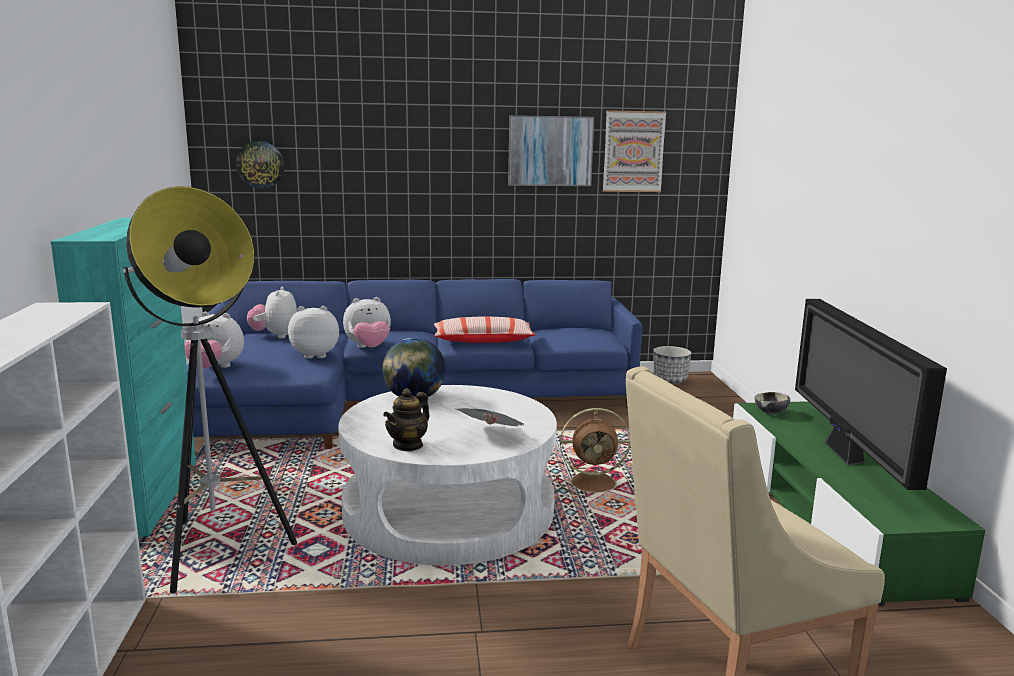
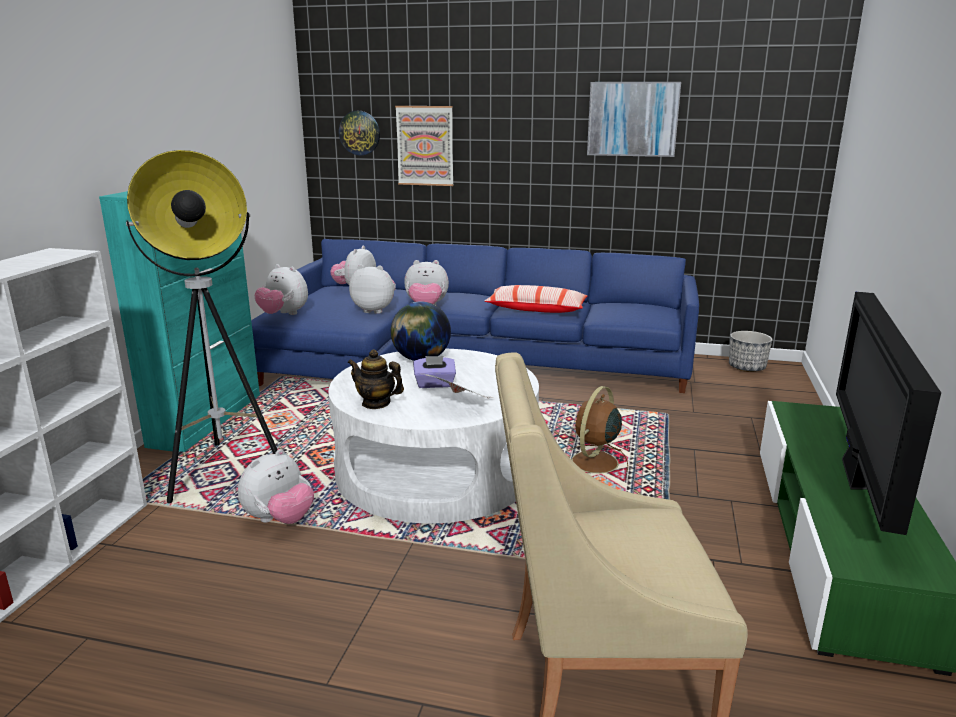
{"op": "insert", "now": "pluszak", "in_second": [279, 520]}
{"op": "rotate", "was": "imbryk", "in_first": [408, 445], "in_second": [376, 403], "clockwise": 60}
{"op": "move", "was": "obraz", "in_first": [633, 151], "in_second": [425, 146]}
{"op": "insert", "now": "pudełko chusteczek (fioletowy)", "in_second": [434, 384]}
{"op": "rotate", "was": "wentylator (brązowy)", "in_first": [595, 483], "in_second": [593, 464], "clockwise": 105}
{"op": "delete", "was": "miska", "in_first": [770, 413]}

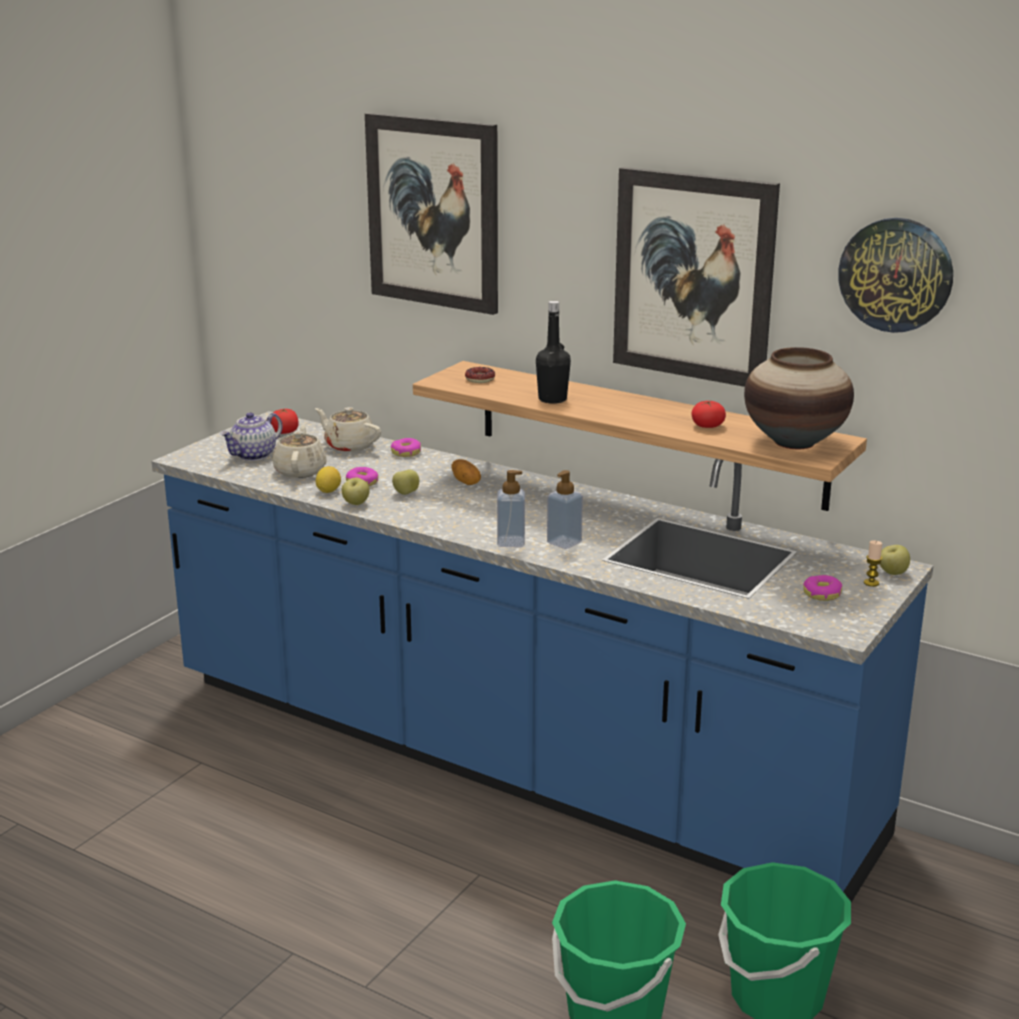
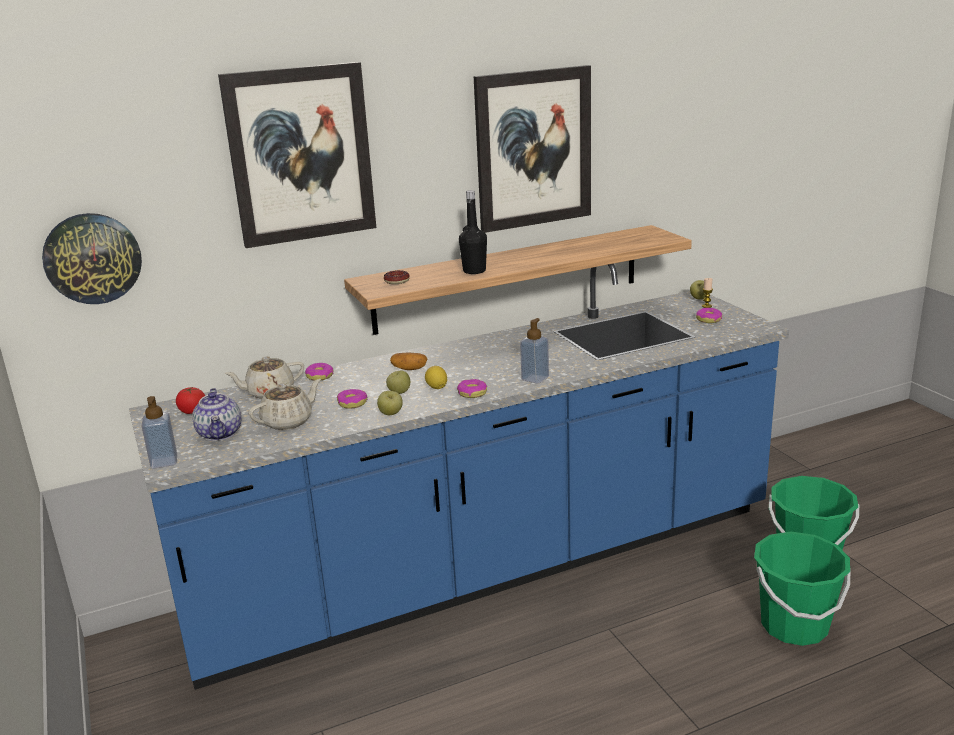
{"op": "move", "was": "zegar ścienny", "in_first": [896, 274], "in_second": [92, 258]}
{"op": "move", "was": "dozownik mydła", "in_first": [564, 542], "in_second": [164, 462]}
{"op": "rotate", "was": "imbryk (beżowy)", "in_first": [300, 471], "in_second": [288, 421], "clockwise": 105}
{"op": "move", "was": "cytryna", "in_first": [328, 491], "in_second": [436, 387]}
{"op": "insert", "now": "donut", "in_second": [472, 393]}
{"op": "delete", "was": "pomidor", "in_first": [707, 426]}
{"op": "delete", "was": "wazon", "in_first": [793, 442]}

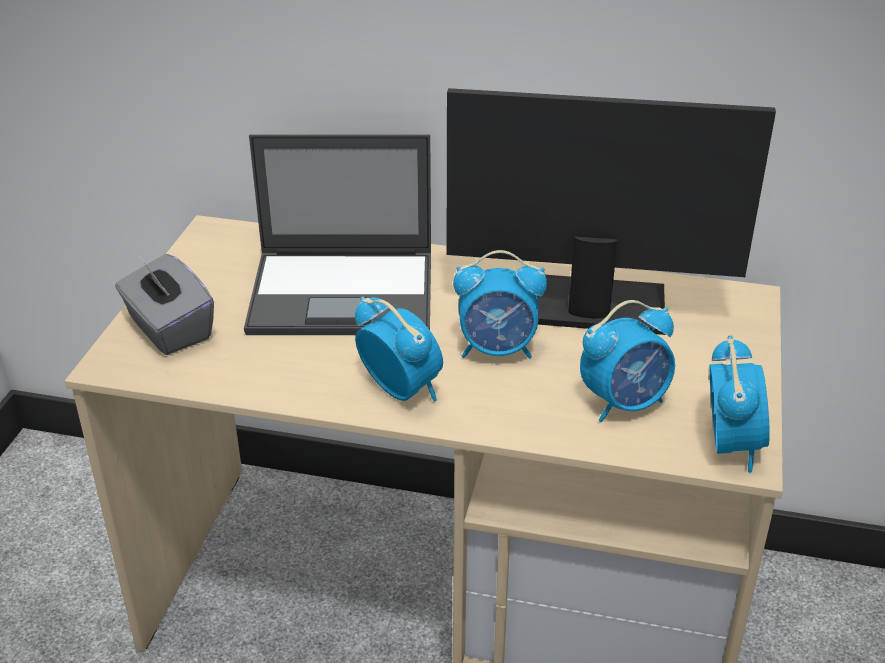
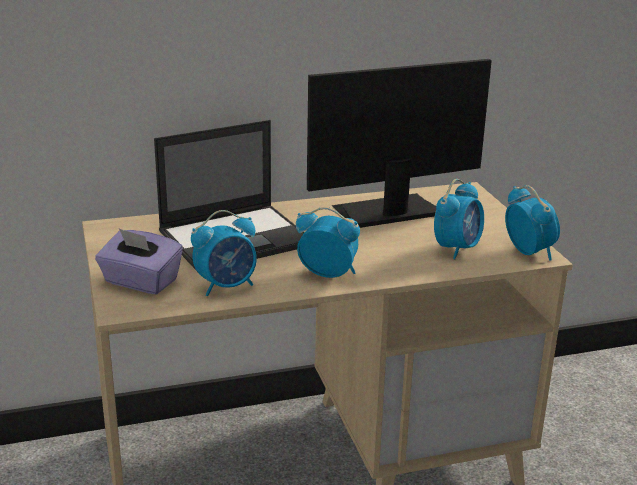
{"op": "recolor", "was": "pudełko chusteczek (szary)", "now": "pudełko chusteczek (fioletowy)", "in_first": [169, 329], "in_second": [140, 282]}
{"op": "move", "was": "budzik", "in_first": [498, 349], "in_second": [227, 286]}

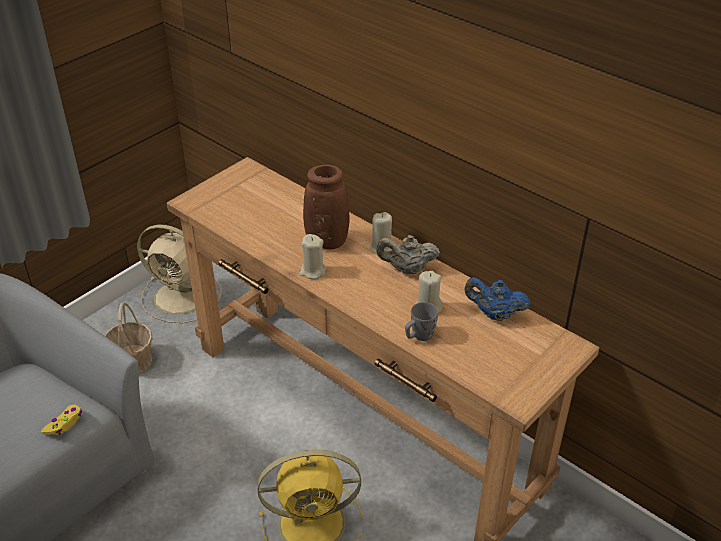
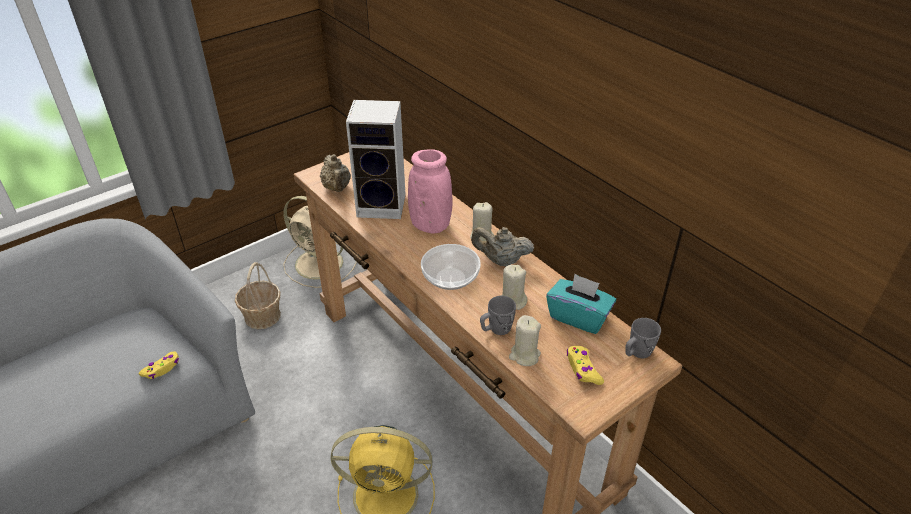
{"op": "insert", "now": "imbryk (beżowy)", "in_second": [337, 188]}
{"op": "insert", "now": "głośnik", "in_second": [383, 205]}
{"op": "recolor", "was": "wazon (brązowy)", "now": "wazon (różowy)", "in_first": [327, 241], "in_second": [430, 225]}
{"op": "insert", "now": "miska", "in_second": [451, 278]}
{"op": "move", "was": "świeca (beżowy)", "in_first": [313, 271], "in_second": [524, 355]}
{"op": "replace", "was": "imbryk (niebieski)", "now": "pudełko chusteczek (turkusowy)", "in_first": [494, 314], "in_second": [578, 317]}
{"op": "insert", "now": "pad do gier (żółty)", "in_second": [583, 369]}
{"op": "insert", "now": "kubek (szary)", "in_second": [637, 353]}

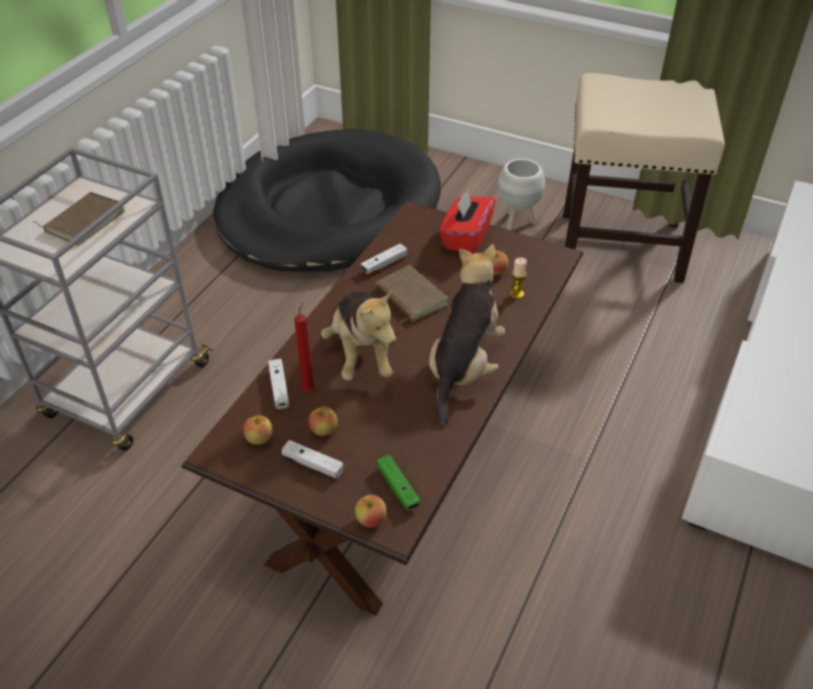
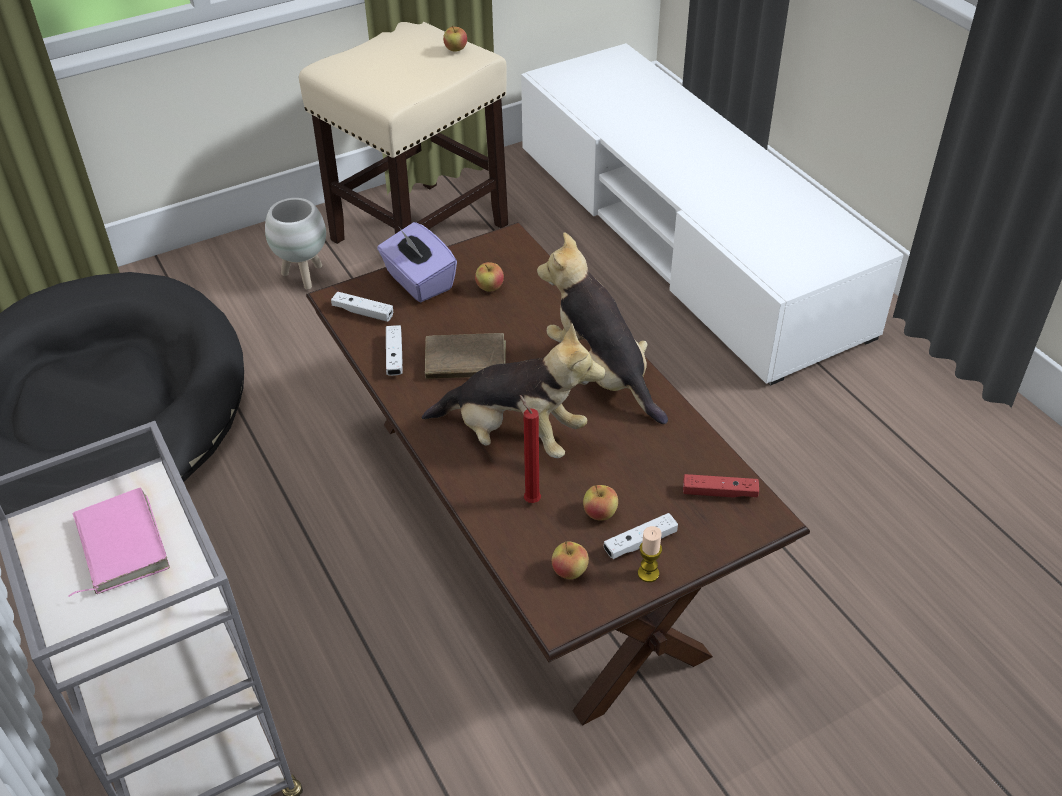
{"op": "recolor", "was": "książka (brązowy)", "now": "książka (różowy)", "in_first": [84, 221], "in_second": [118, 545]}
{"op": "move", "was": "pad do gier (biały)", "in_first": [279, 388], "in_second": [363, 312]}
{"op": "recolor", "was": "pudełko chusteczek (czerwony)", "now": "pudełko chusteczek (fioletowy)", "in_first": [466, 238], "in_second": [418, 281]}
{"op": "move", "was": "jabłko", "in_first": [371, 520], "in_second": [456, 49]}
{"op": "move", "was": "świeca", "in_first": [516, 294], "in_second": [648, 573]}
{"op": "recolor", "was": "pad do gier (zielony)", "now": "pad do gier (czerwony)", "in_first": [398, 488], "in_second": [719, 492]}

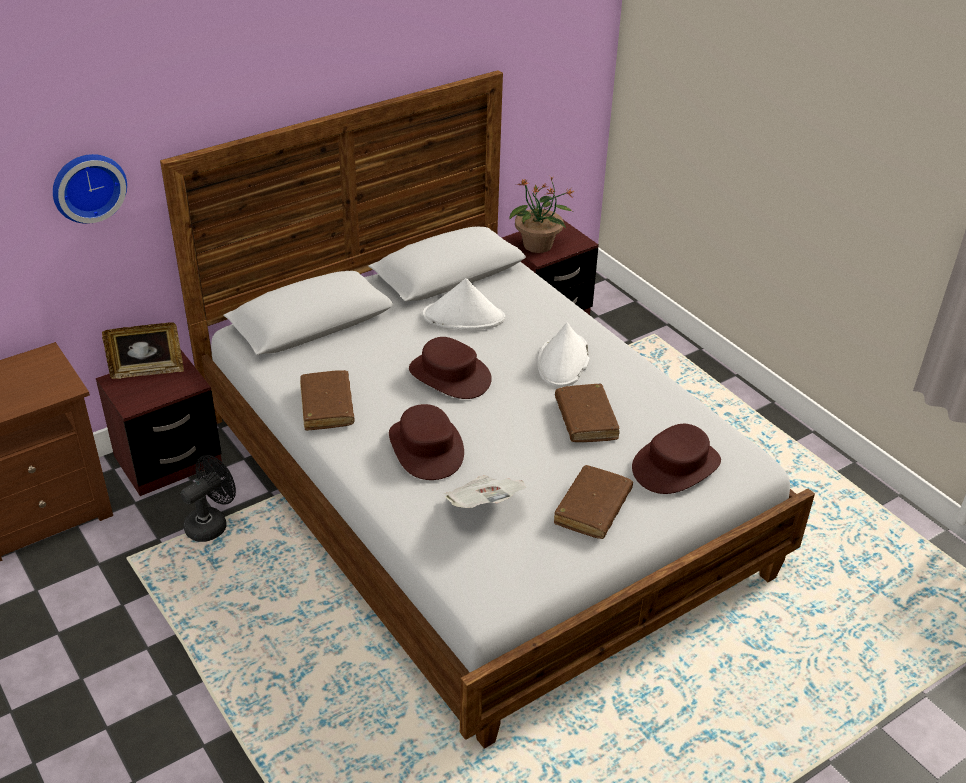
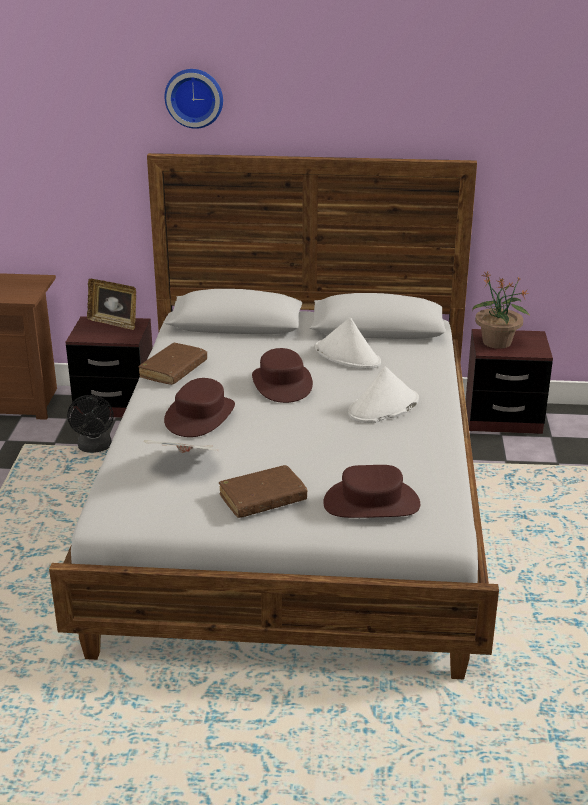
{"op": "rotate", "was": "wentylator (czarny)", "in_first": [211, 523], "in_second": [95, 448], "clockwise": 90}
{"op": "move", "was": "zegar ścienny", "in_first": [87, 186], "in_second": [194, 97]}
{"op": "delete", "was": "książka (brązowy)", "in_first": [586, 420]}

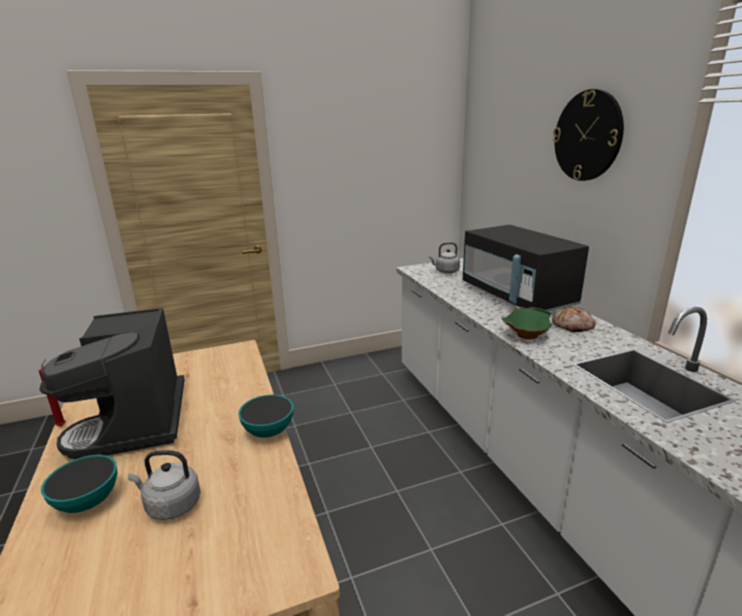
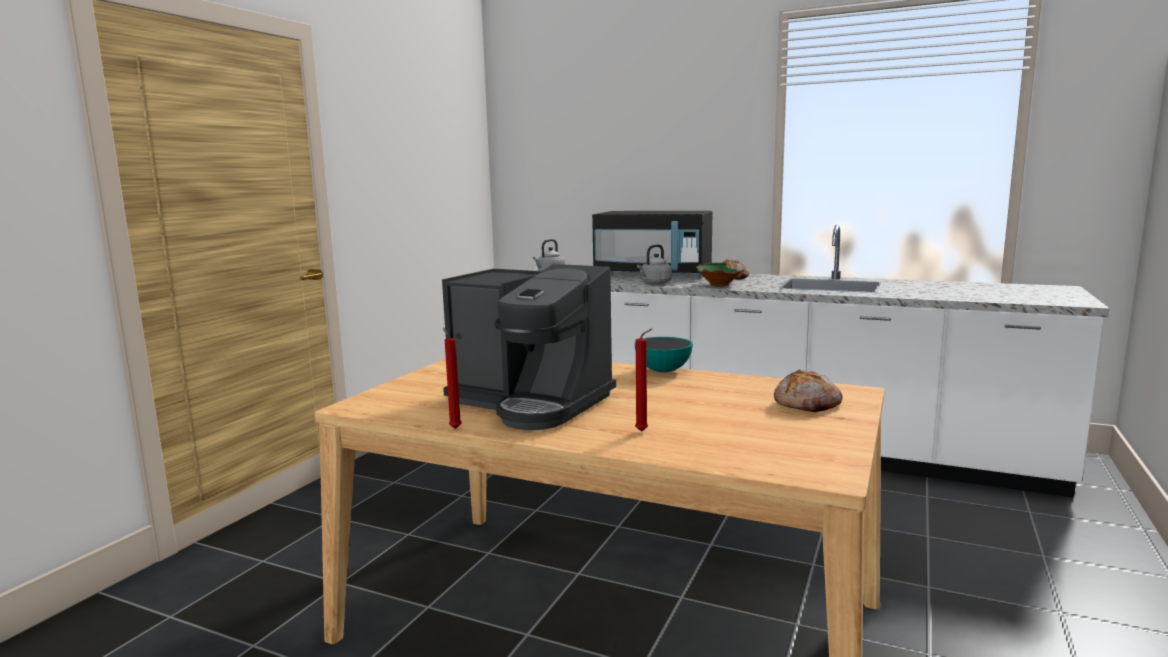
{"op": "replace", "was": "miska", "now": "świeca (czerwony)", "in_first": [88, 502], "in_second": [643, 431]}
{"op": "move", "was": "czajnik (szary)", "in_first": [171, 505], "in_second": [655, 283]}
{"op": "insert", "now": "chleb", "in_second": [808, 404]}
{"op": "delete", "was": "zegar ścienny", "in_first": [587, 136]}

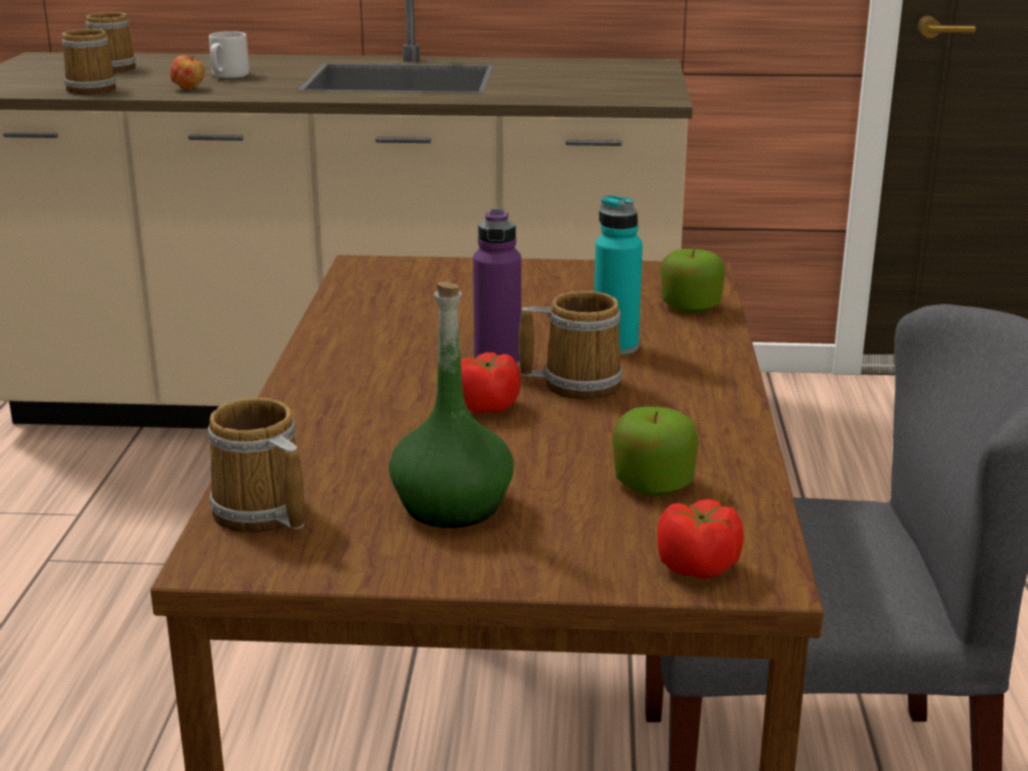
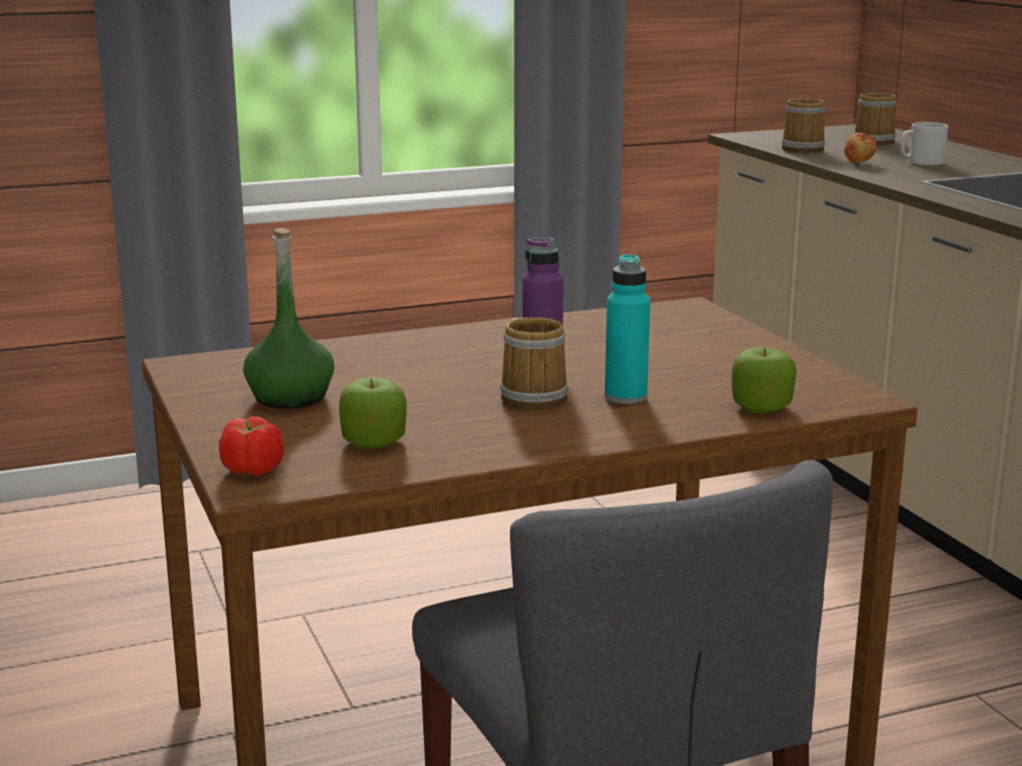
{"op": "delete", "was": "kubek", "in_first": [260, 514]}
{"op": "delete", "was": "pomidor", "in_first": [488, 407]}

